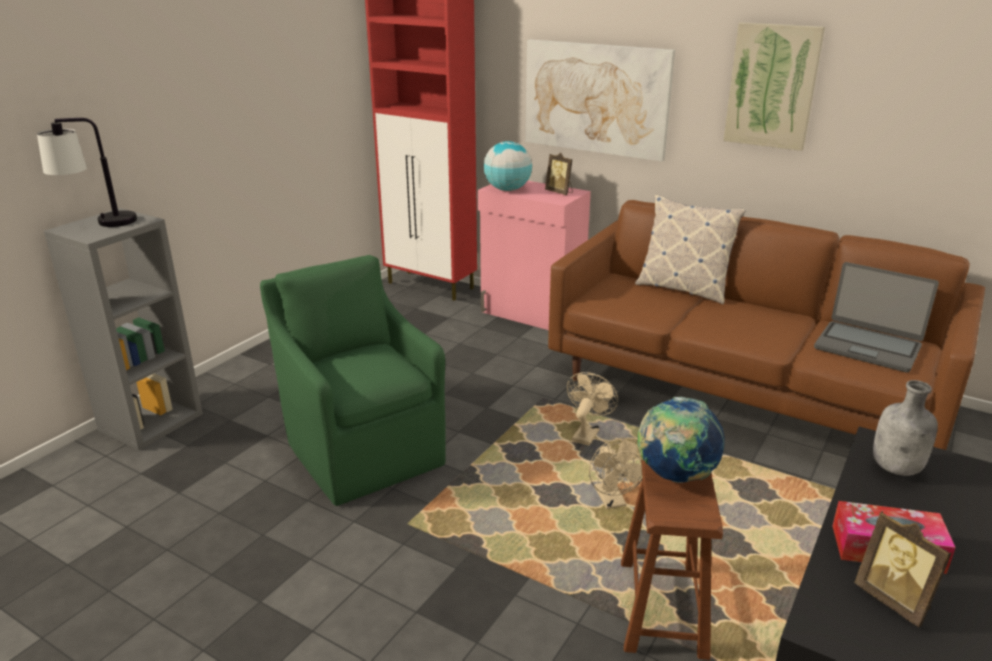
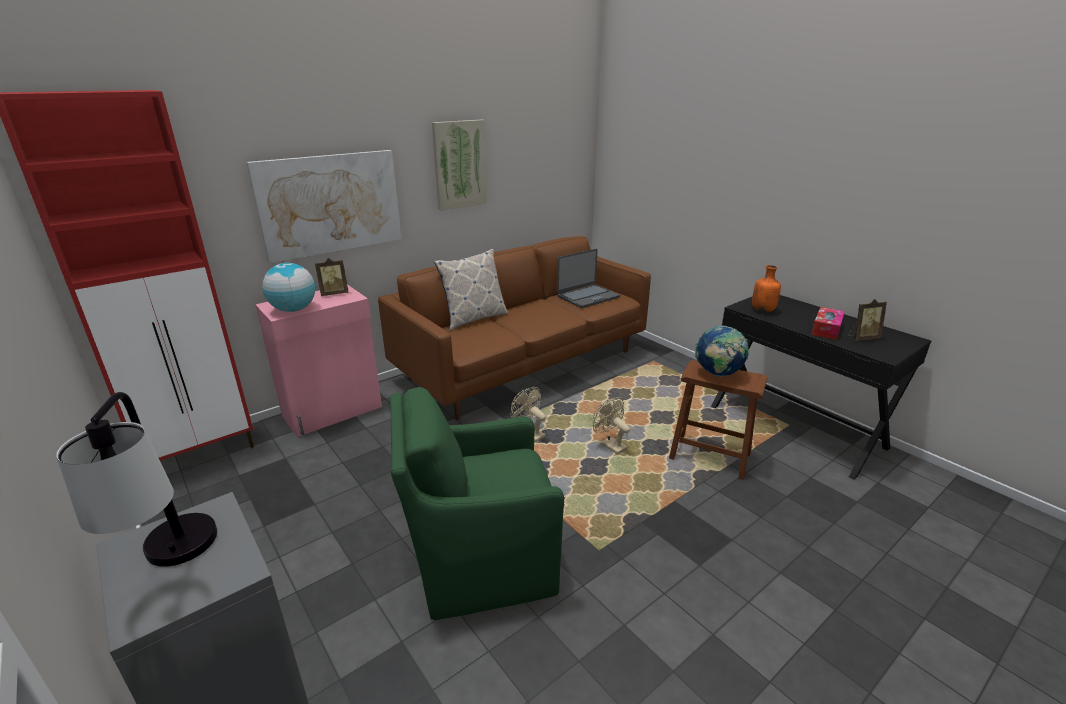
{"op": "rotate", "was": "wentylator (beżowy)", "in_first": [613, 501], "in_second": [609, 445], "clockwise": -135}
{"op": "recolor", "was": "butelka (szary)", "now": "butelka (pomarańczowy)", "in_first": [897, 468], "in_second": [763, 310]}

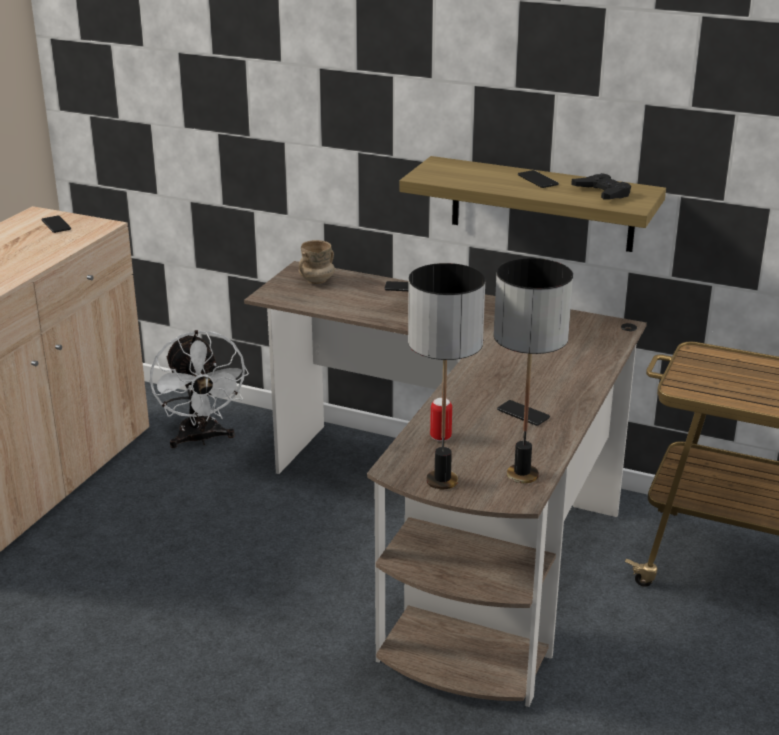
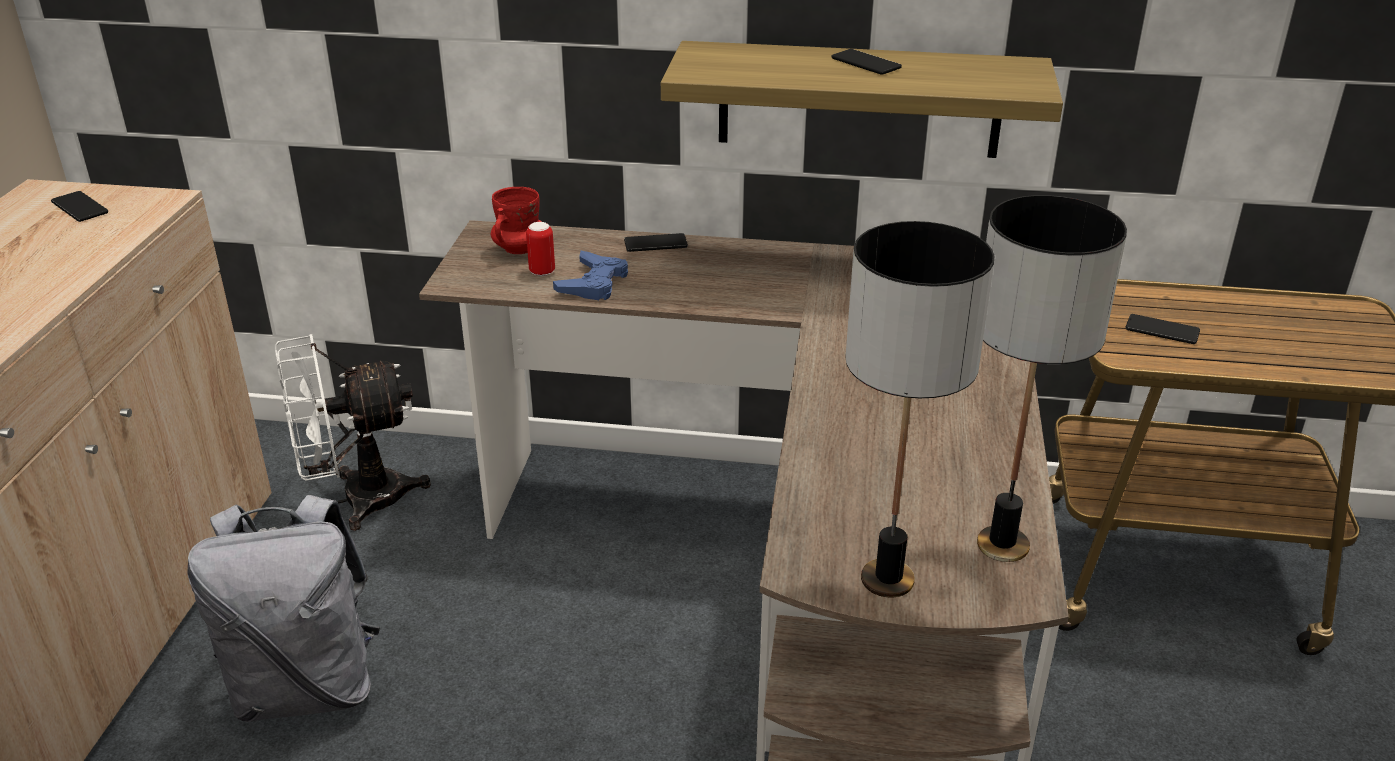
{"op": "insert", "now": "plecak (szary)", "in_second": [307, 687]}
{"op": "rotate", "was": "wentylator (biały)", "in_first": [201, 439], "in_second": [357, 499], "clockwise": 105}
{"op": "recolor", "was": "kubek (beżowy)", "now": "kubek (czerwony)", "in_first": [317, 281], "in_second": [520, 249]}
{"op": "move", "was": "puszka", "in_first": [440, 437], "in_second": [542, 272]}
{"op": "insert", "now": "pad do gier (niebieski)", "in_second": [593, 283]}
{"op": "move", "was": "telefon", "in_first": [523, 414], "in_second": [1162, 330]}
{"op": "delete", "was": "pad do gier (czarny)", "in_first": [602, 192]}

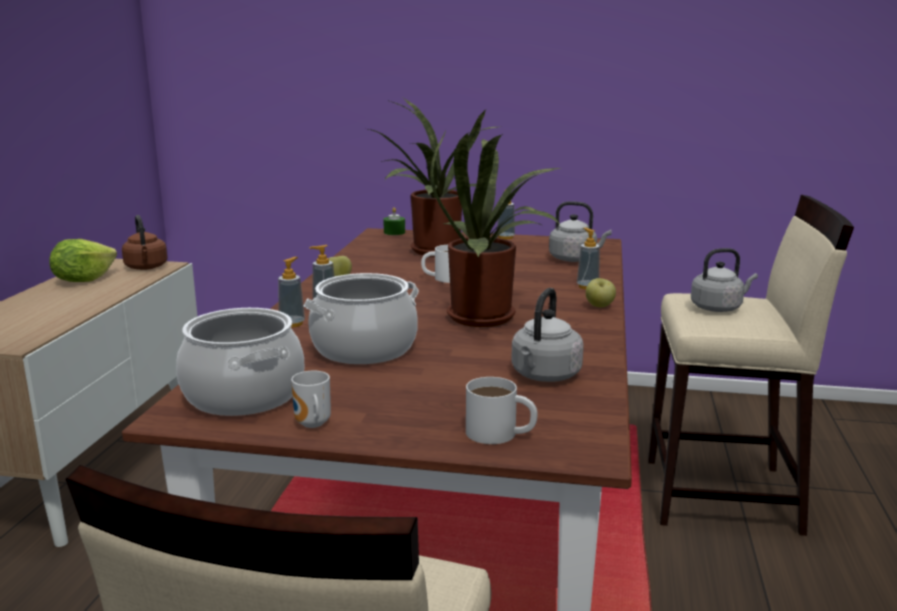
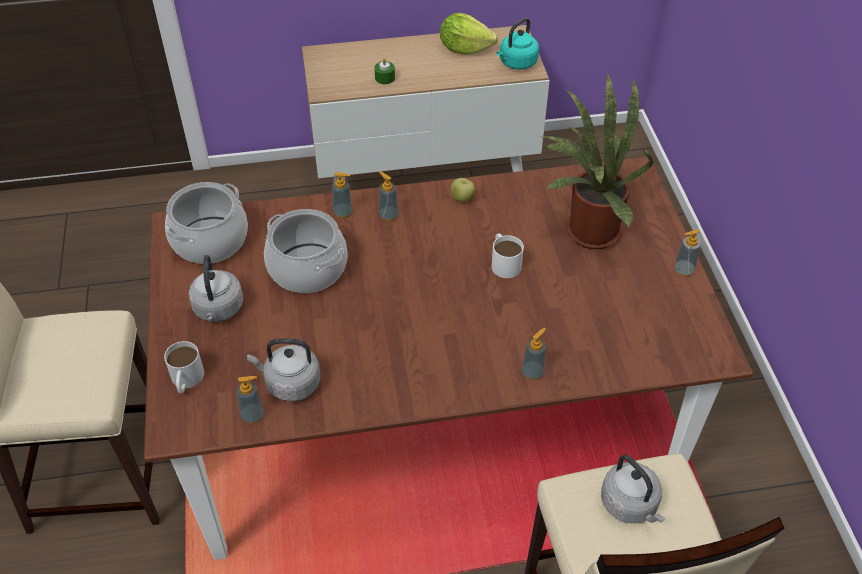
{"op": "move", "was": "czajnik (szary)", "in_first": [575, 259], "in_second": [218, 310]}
{"op": "insert", "now": "dozownik mydła", "in_second": [252, 415]}
{"op": "move", "was": "świeca (zielony)", "in_first": [394, 232], "in_second": [385, 78]}
{"op": "recolor", "was": "czajnik (brązowy)", "now": "czajnik (turkusowy)", "in_first": [146, 267], "in_second": [516, 63]}
{"op": "delete", "was": "kubek", "in_first": [311, 425]}
{"op": "delete", "was": "roślina doniczkowa", "in_first": [489, 317]}
{"op": "delete", "was": "jabłko", "in_first": [599, 307]}

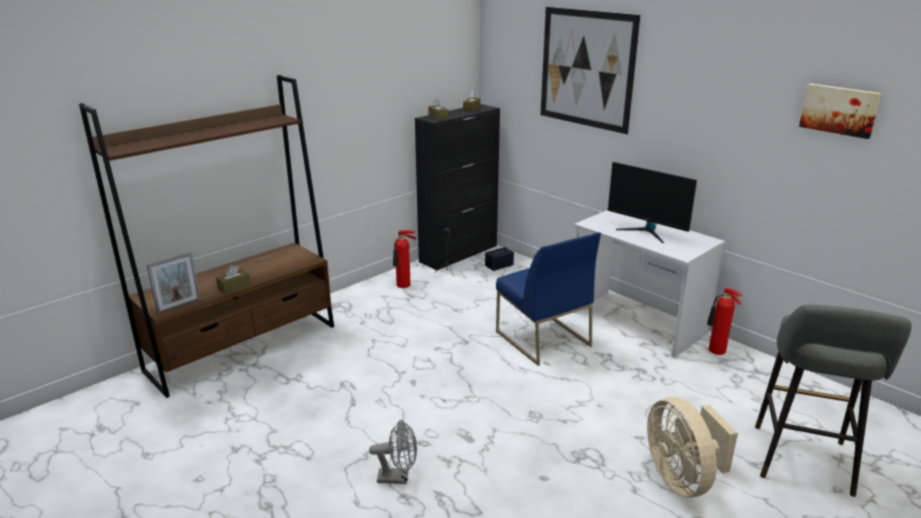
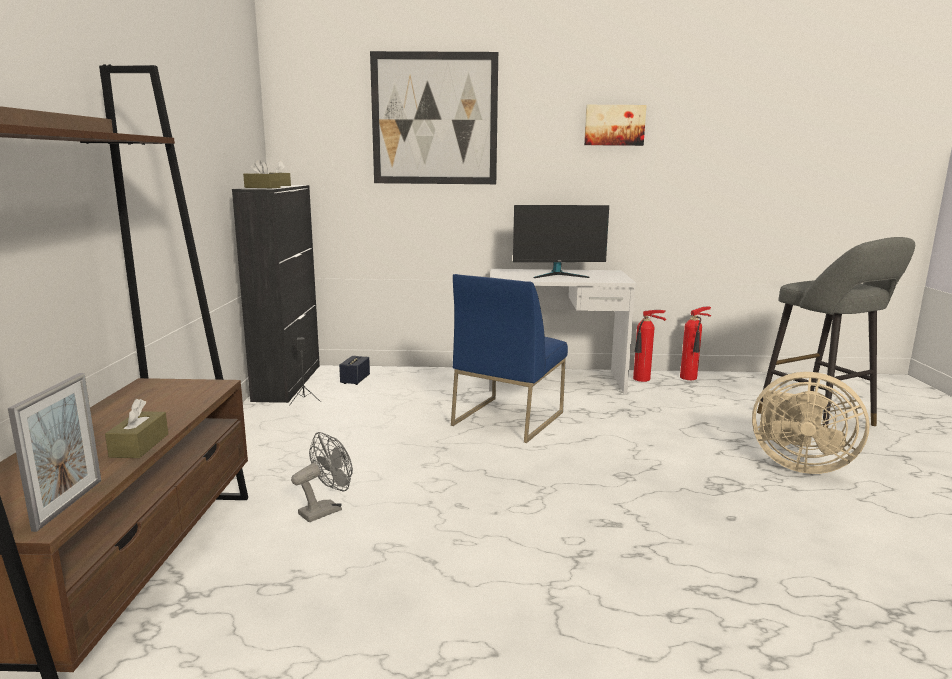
{"op": "move", "was": "wentylator (szary)", "in_first": [398, 477], "in_second": [326, 510]}
{"op": "rotate", "was": "krzesło (niebieski)", "in_first": [542, 338], "in_second": [508, 418], "clockwise": 105}
{"op": "move", "was": "obraz", "in_first": [839, 110], "in_second": [614, 125]}
{"op": "move", "was": "gaśnica", "in_first": [403, 285], "in_second": [690, 378]}

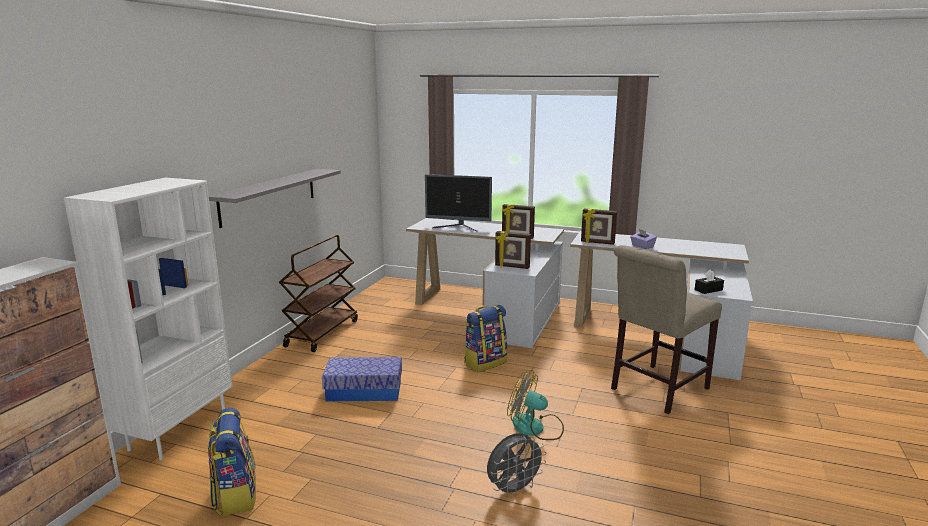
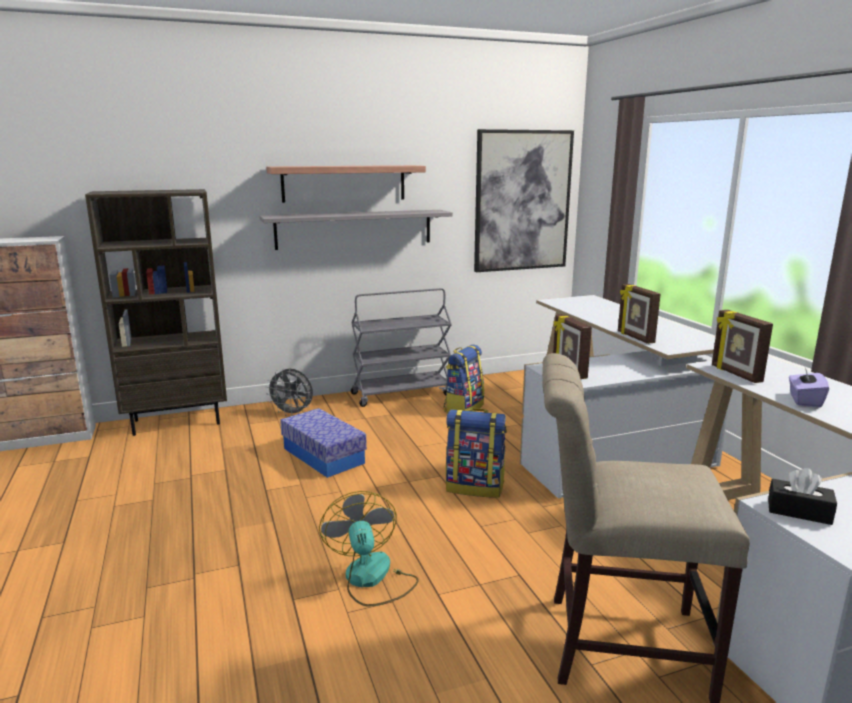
{"op": "recolor", "was": "regał (biały)", "now": "regał (brązowy)", "in_first": [178, 430], "in_second": [178, 421]}
{"op": "insert", "now": "półka", "in_second": [344, 183]}
{"op": "move", "was": "wentylator (szary)", "in_first": [513, 490], "in_second": [292, 413]}
{"op": "recolor", "was": "wózek (brązowy)", "now": "wózek (szary)", "in_first": [322, 333], "in_second": [401, 394]}
{"op": "move", "was": "plecak", "in_first": [235, 495], "in_second": [463, 408]}
{"op": "insert", "now": "obraz", "in_second": [522, 201]}
{"op": "delete", "was": "monitor", "in_first": [458, 228]}

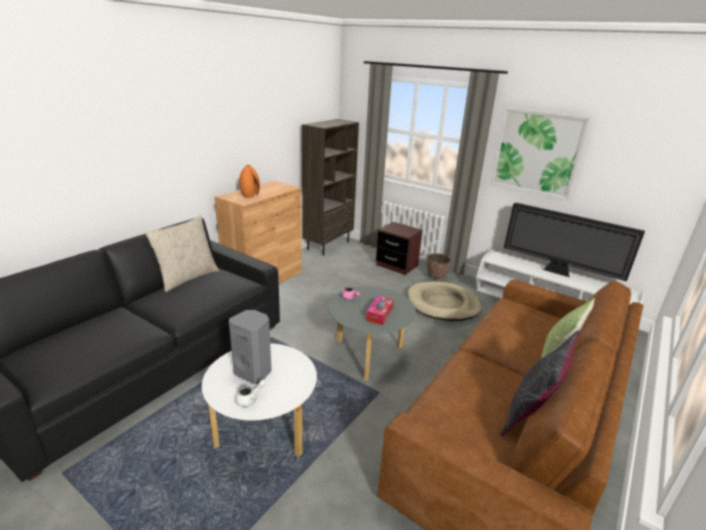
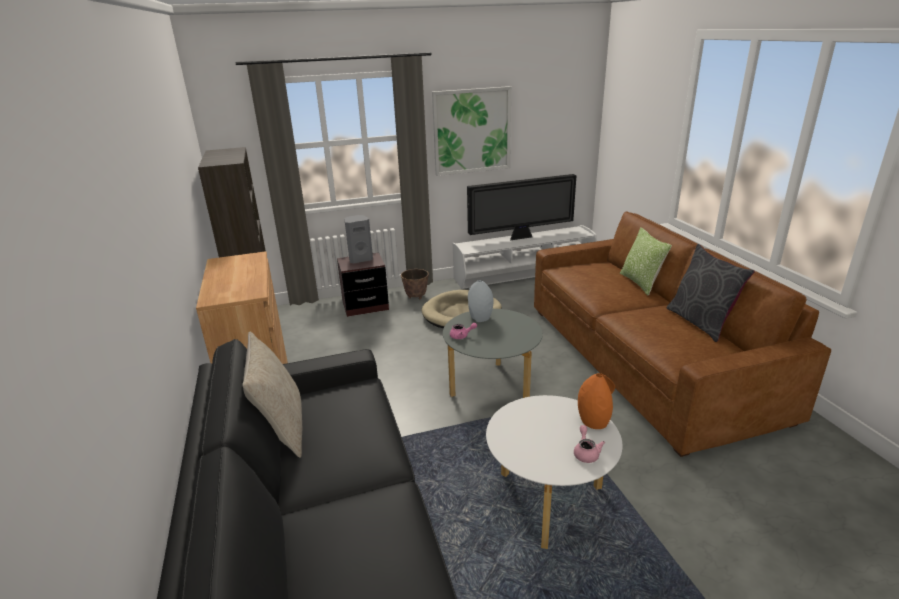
{"op": "move", "was": "głośnik (szary)", "in_first": [254, 372], "in_second": [360, 259]}
{"op": "insert", "now": "wazon (szary)", "in_second": [480, 318]}
{"op": "recolor", "was": "imbryk (biały)", "now": "imbryk (różowy)", "in_first": [250, 399], "in_second": [586, 452]}
{"op": "move", "was": "wazon (pomarańczowy)", "in_first": [250, 195], "in_second": [594, 420]}
{"op": "delete", "was": "pudełko chusteczek", "in_first": [379, 314]}

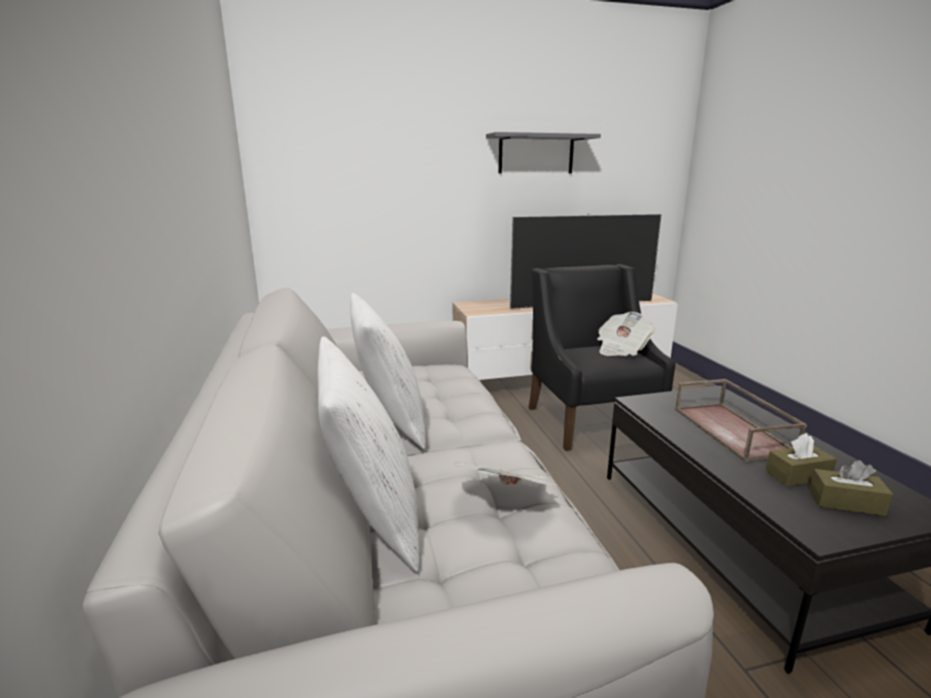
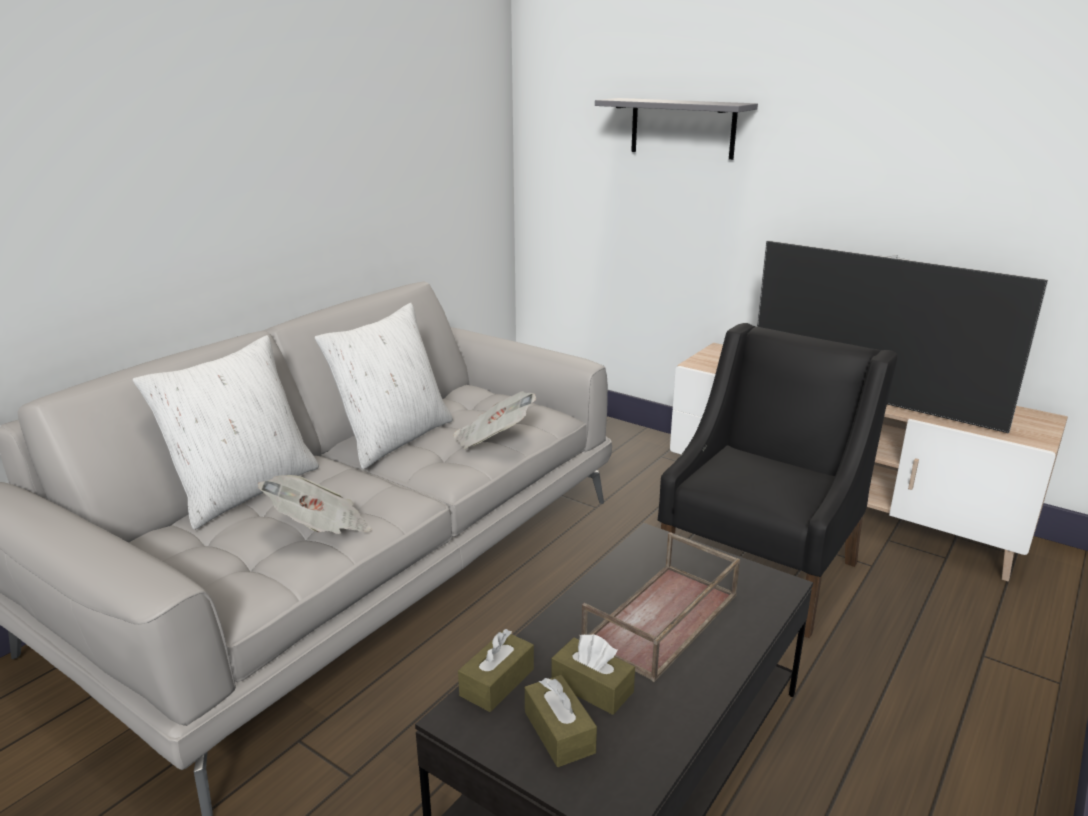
{"op": "move", "was": "gazeta", "in_first": [621, 349], "in_second": [493, 440]}
{"op": "insert", "now": "pudełko chusteczek (brązowy)", "in_second": [497, 682]}
{"op": "move", "was": "półka (szary)", "in_first": [536, 154], "in_second": [682, 128]}

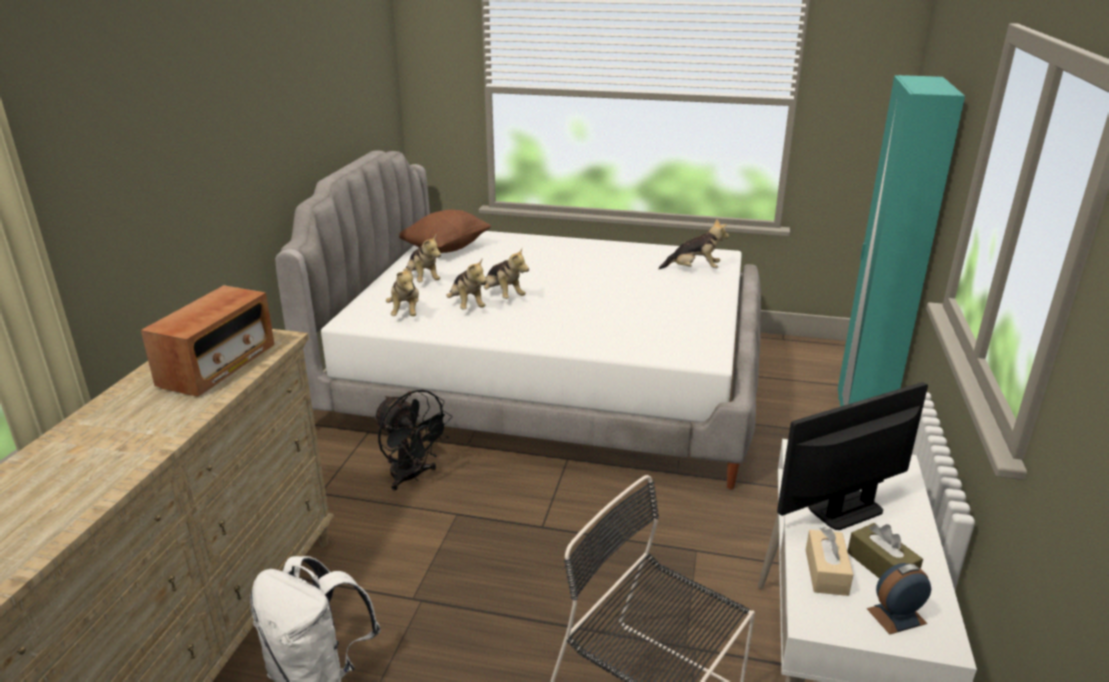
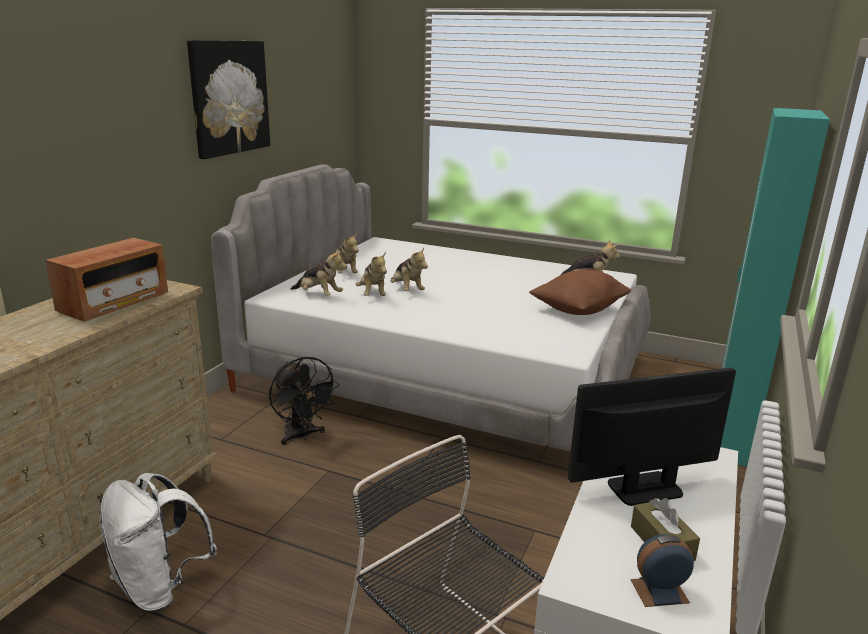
{"op": "insert", "now": "obraz", "in_second": [229, 97]}
{"op": "rotate", "was": "pluszak", "in_first": [405, 312], "in_second": [319, 295], "clockwise": -60}
{"op": "move", "was": "poduszka (brązowy)", "in_first": [445, 248], "in_second": [578, 310]}
{"op": "delete", "was": "pudełko chusteczek (beżowy)", "in_first": [826, 572]}

